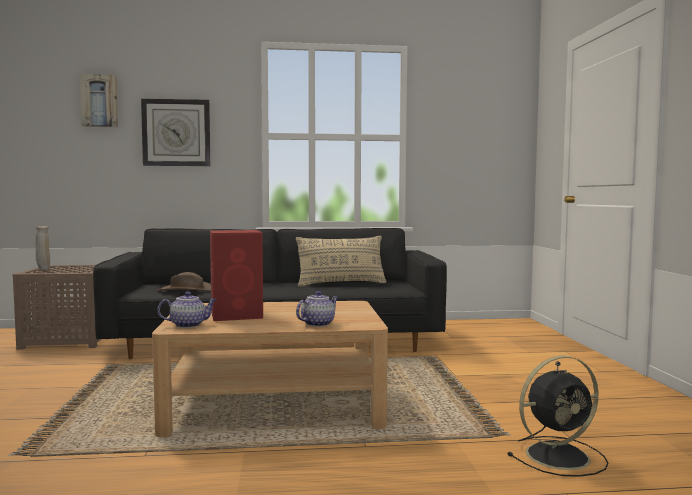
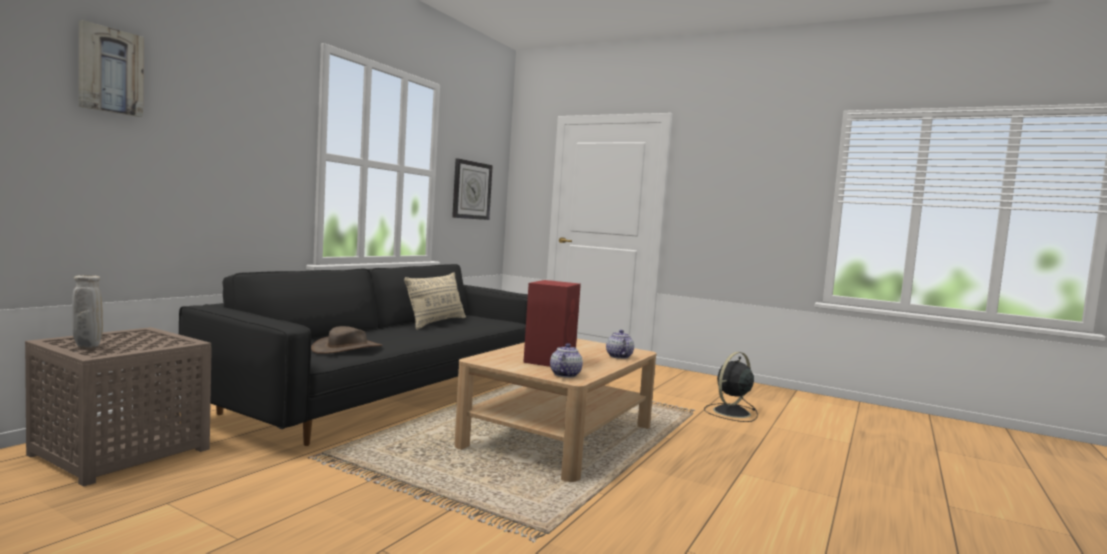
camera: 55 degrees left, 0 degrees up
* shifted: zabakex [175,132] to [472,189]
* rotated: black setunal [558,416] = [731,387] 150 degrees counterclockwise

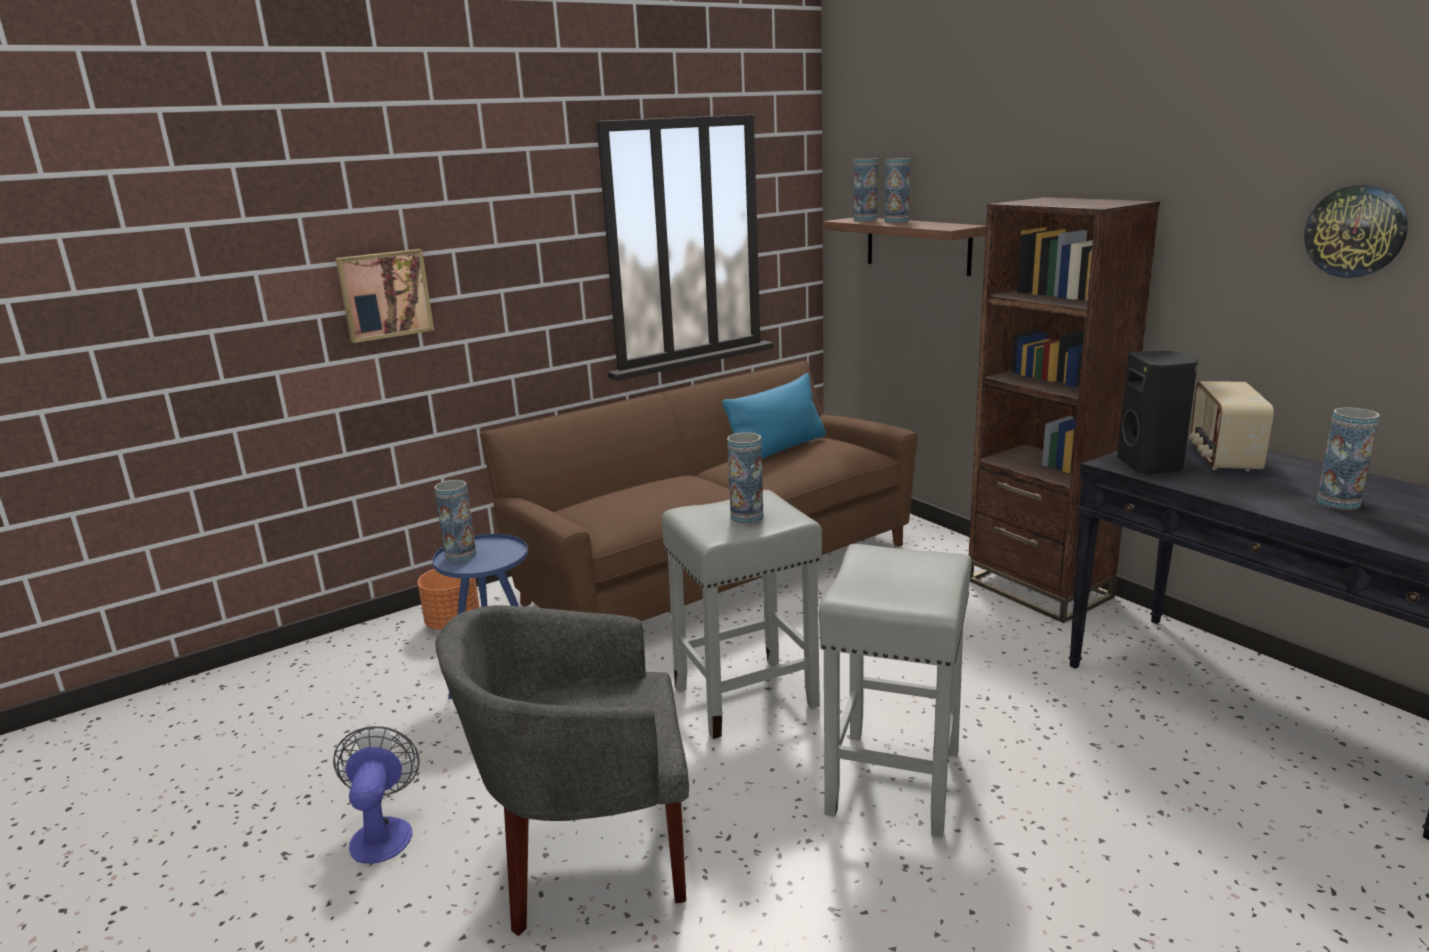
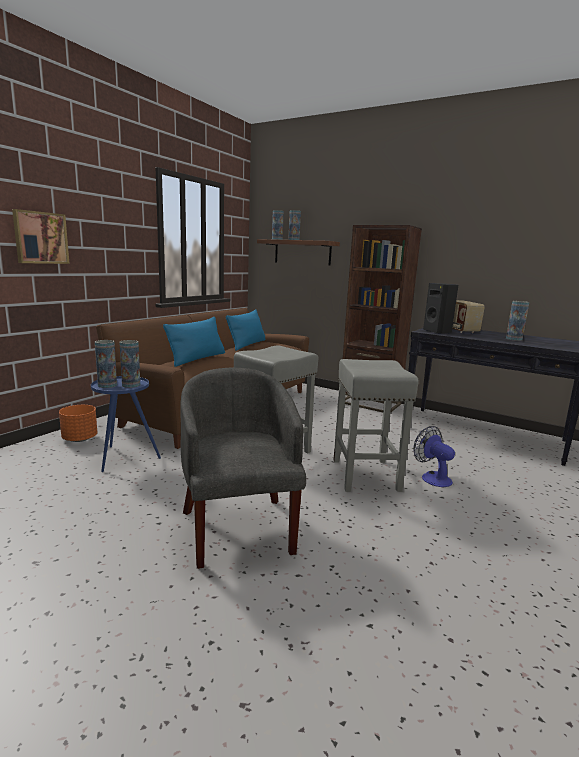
camera: 25 degrees left, 5 degrees down
* gone: zabakex [1356,231]
* new: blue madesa [194,342]
* shifted: setunal [376,795] to [434,456]
* shifted: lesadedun [745,477] to [129,364]
* rotated: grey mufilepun [562,770] = [243,468] 105 degrees clockwise

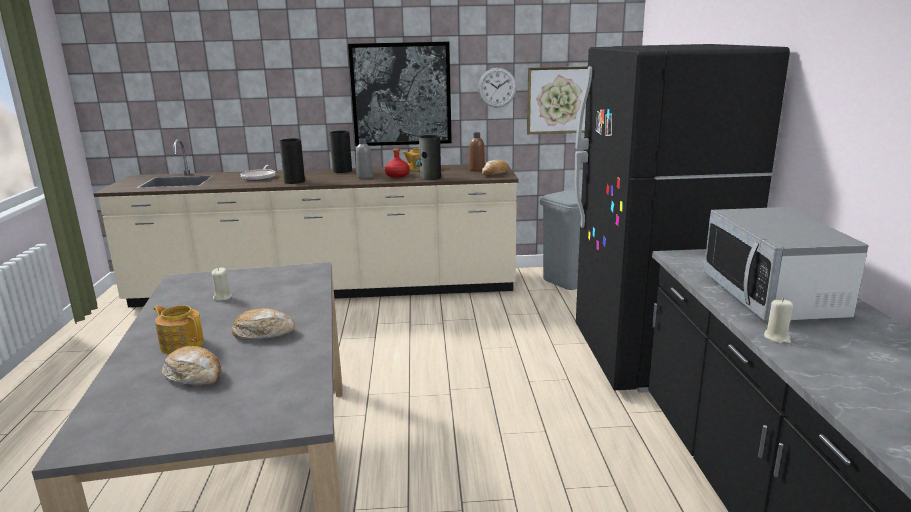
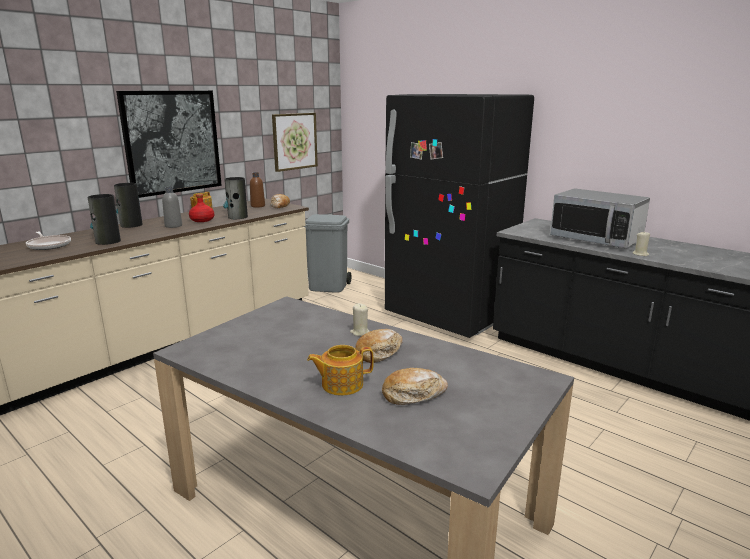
camera: 45 degrees left, 0 degrees up
* gone: zabakex [497,88]
* shifted: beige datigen [222,284] to [360,319]

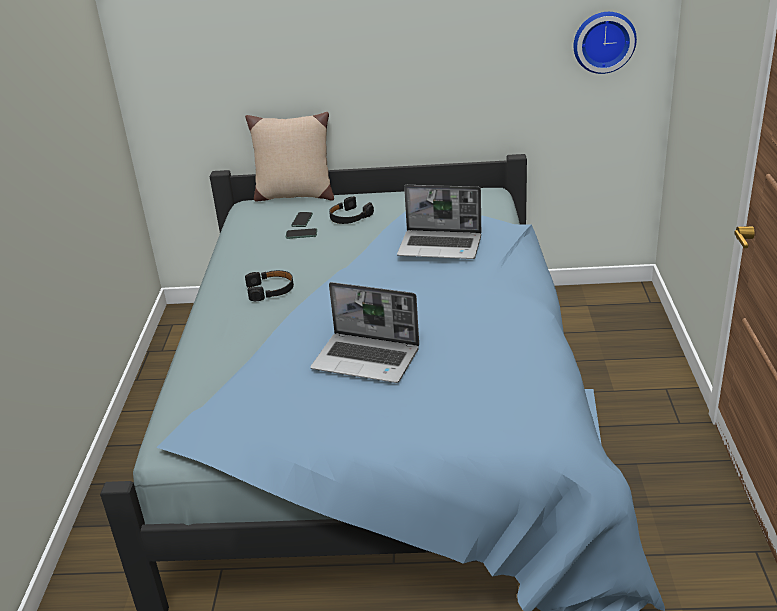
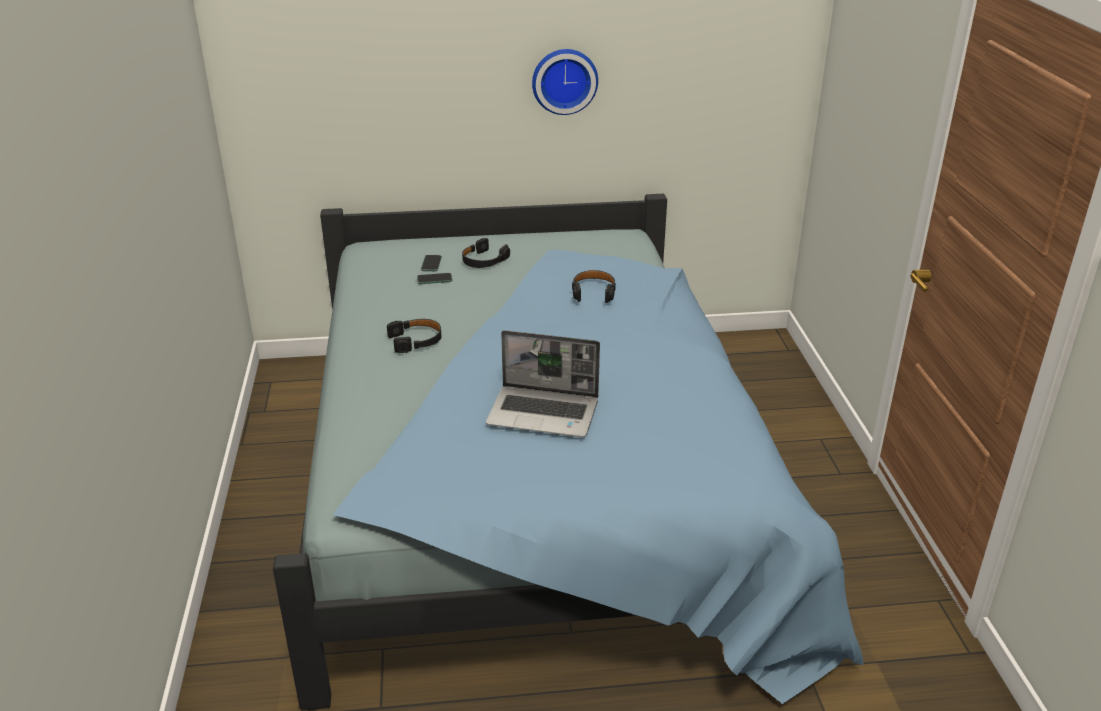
camera: 10 degrees left, 0 degrees up
* gone: beige madesa [289,156]
* shifted: zabakex [605,43] to [565,82]
* swapped: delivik [439,222] to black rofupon [594,286]

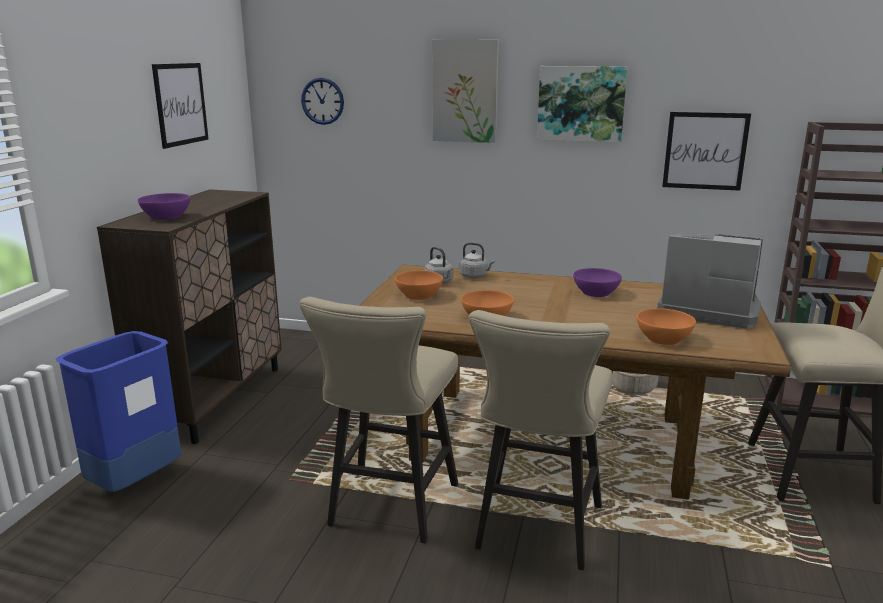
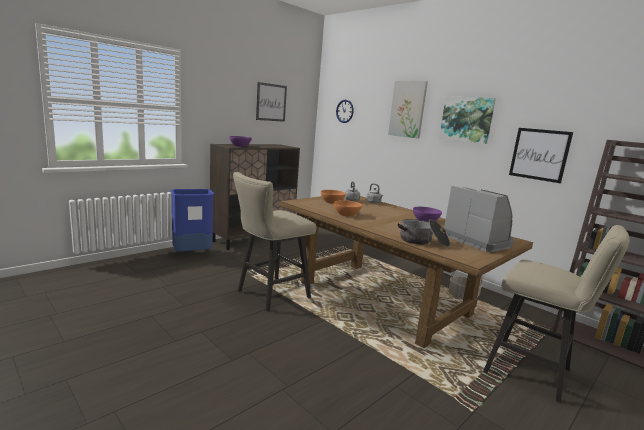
camera: 30 degrees right, 5 degrees down
* gone: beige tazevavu [541,440]
* swapped: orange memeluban [666,326] to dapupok [424,233]

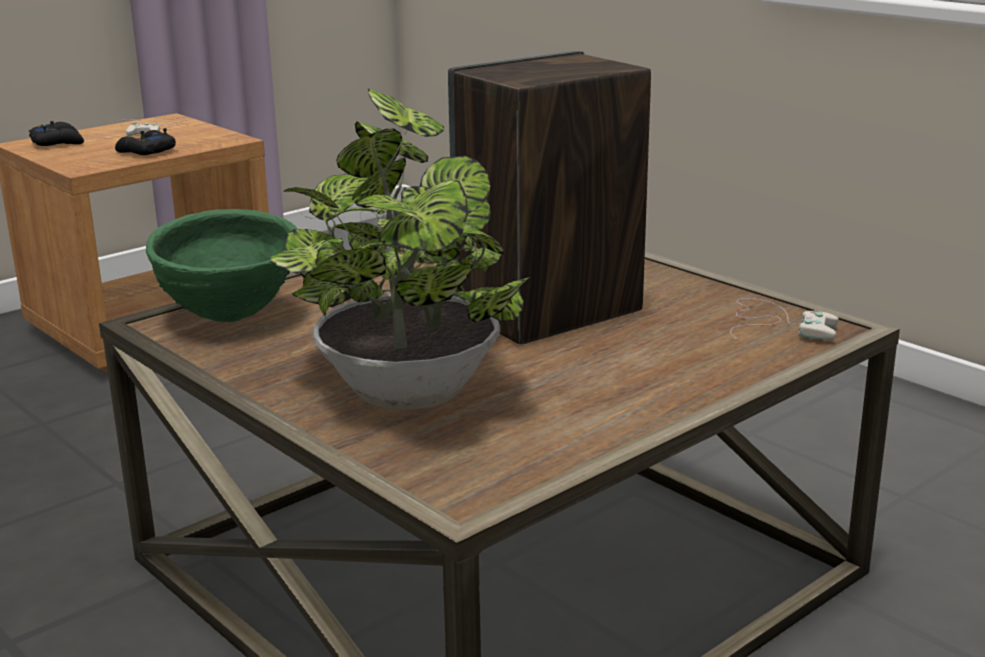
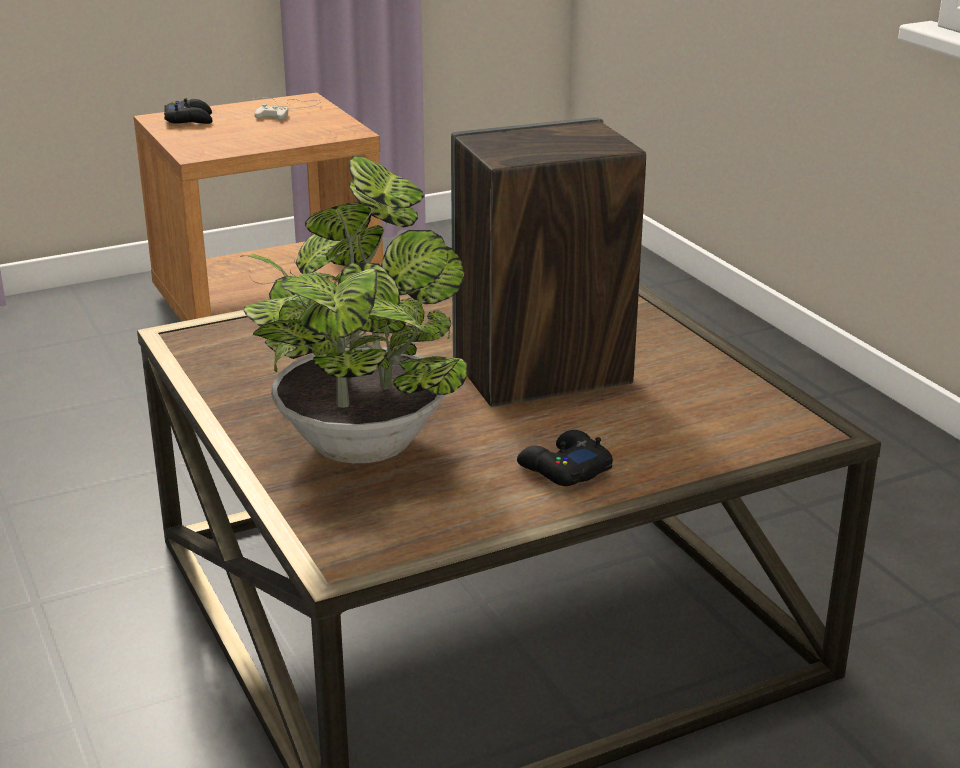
camera: 15 degrees right, 5 degrees up
* gone: green memeluban [221,265]
* gone: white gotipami [784,319]
* shifted: black gotipami [145,141] to [565,458]

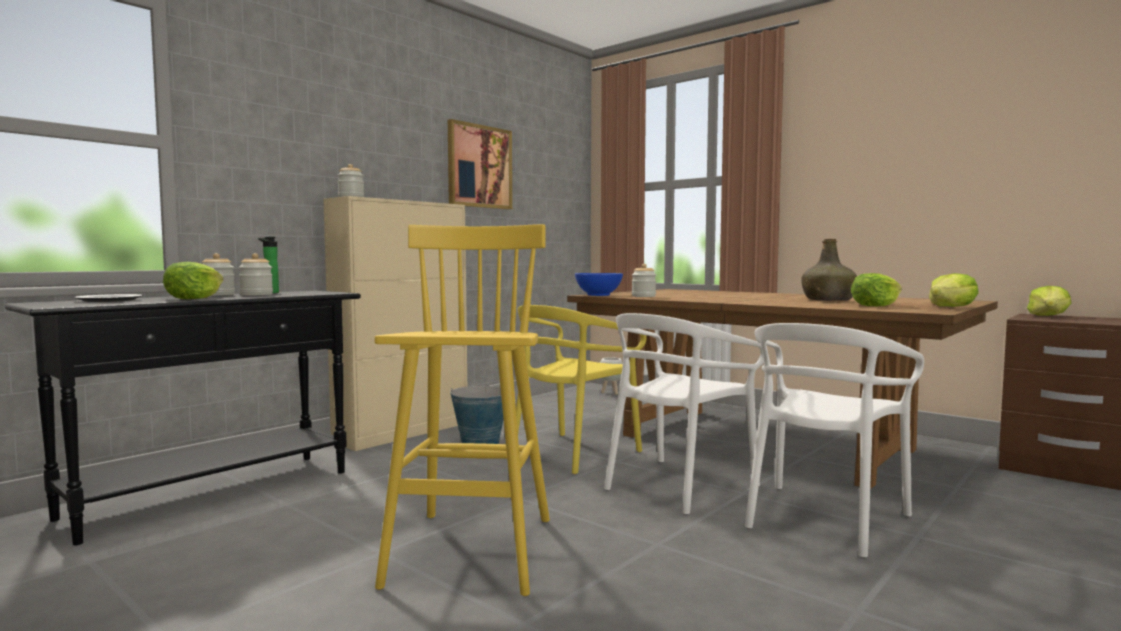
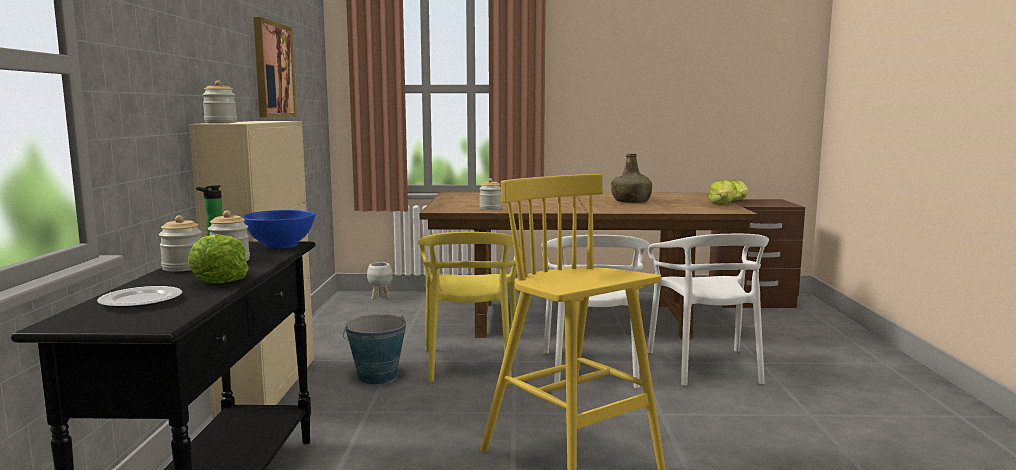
camera: 40 degrees left, 5 degrees up
* gone: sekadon [876,289]
* shifted: blue memeluban [599,284] to [278,229]

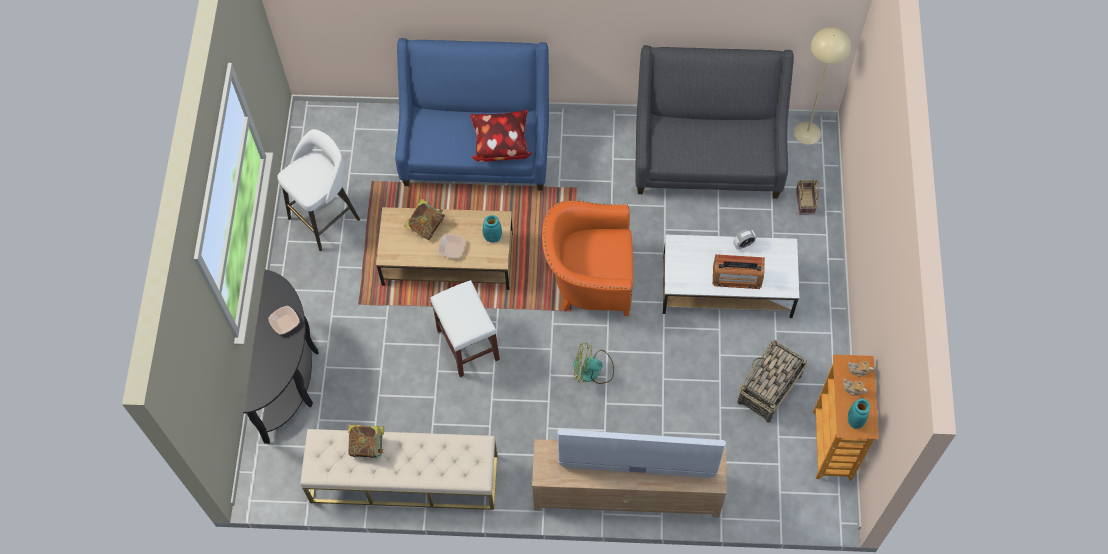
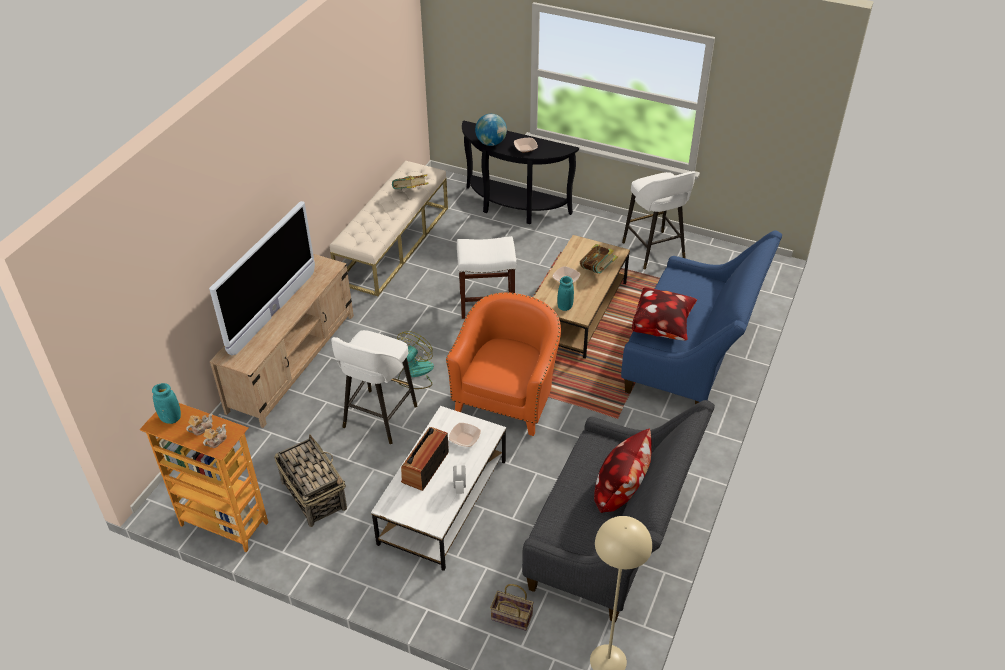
camera: 110 degrees right, 20 degrees down
* new: white tazevavu [374,387]
* new: memeluban [465,435]
* new: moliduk [491,130]
* new: madesa [623,471]

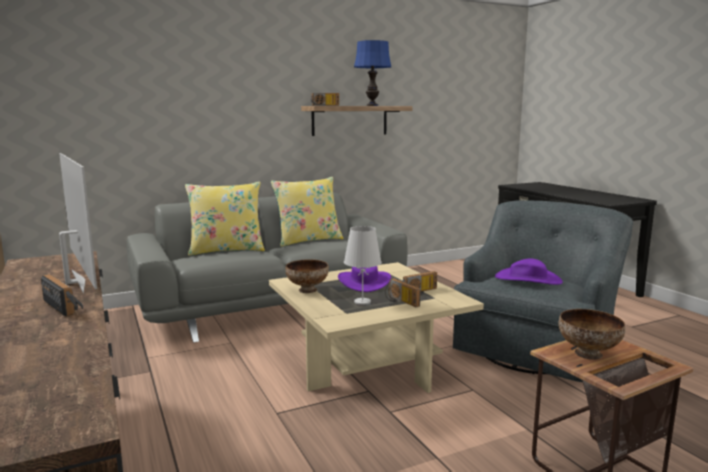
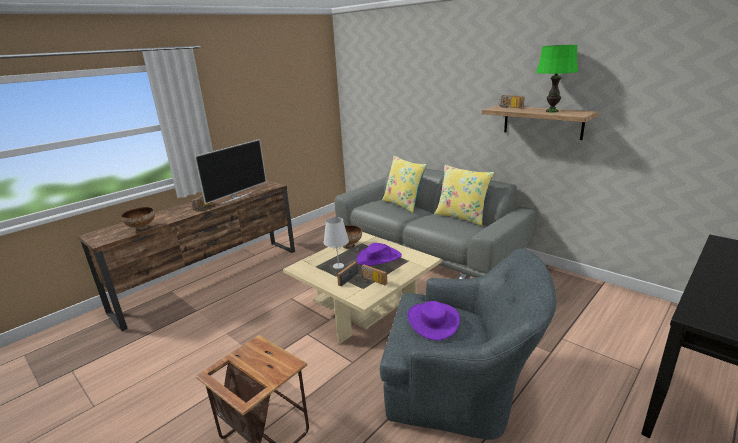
camera: 70 degrees right, 10 degrees up
* shifted: memeluban [591,334] to [138,219]
* repainted: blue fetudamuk [372,73] to green fetudamuk [557,79]

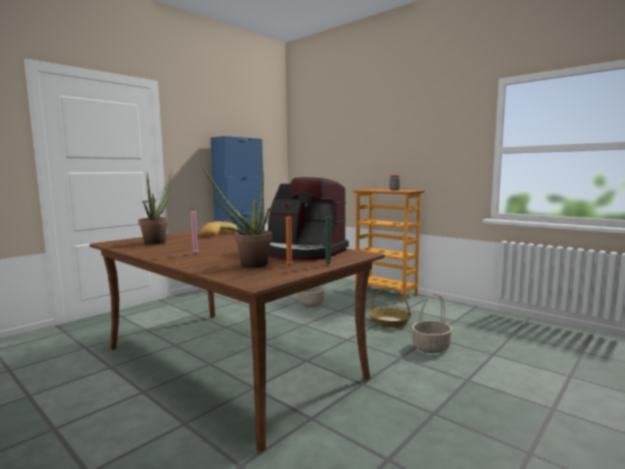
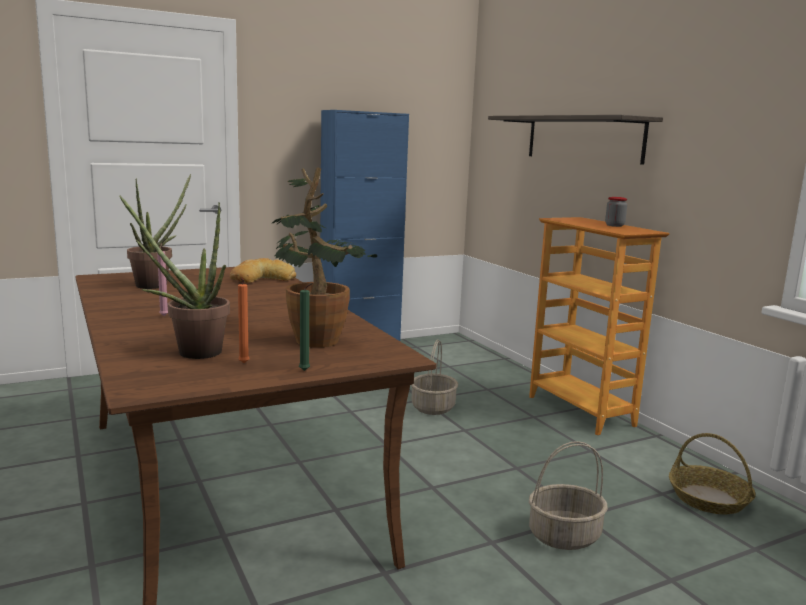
camera: 20 degrees right, 5 degrees up
* new: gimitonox [575,140]
* shifted: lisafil [390,307] to [712,474]
* swapped: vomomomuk [308,218] to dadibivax [324,257]

